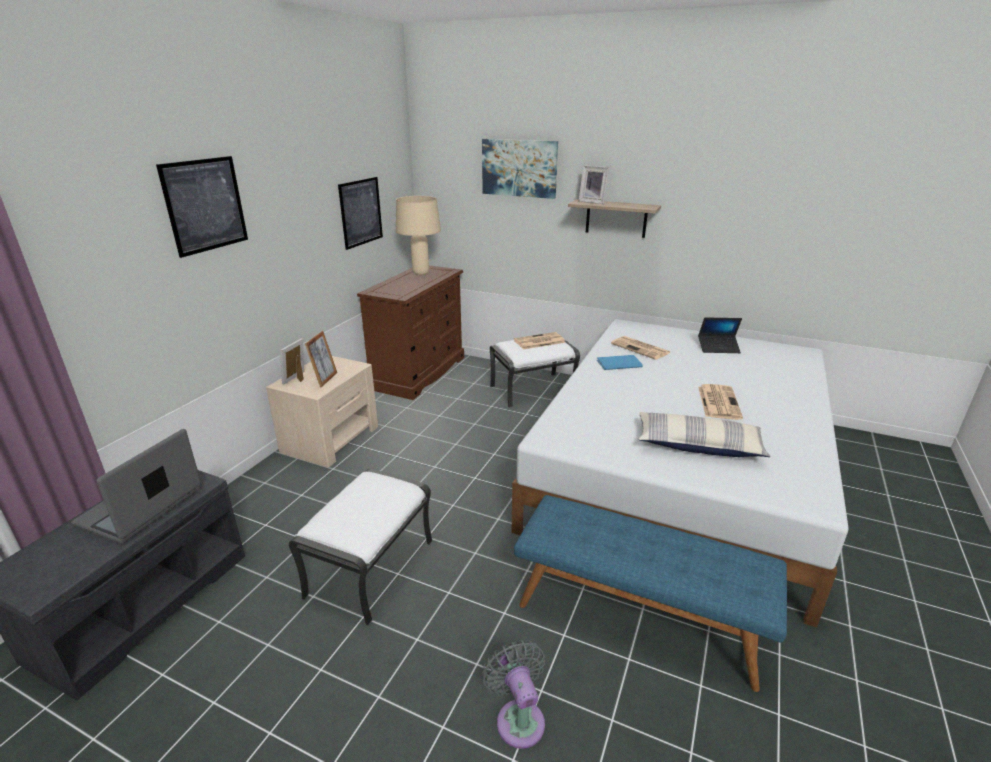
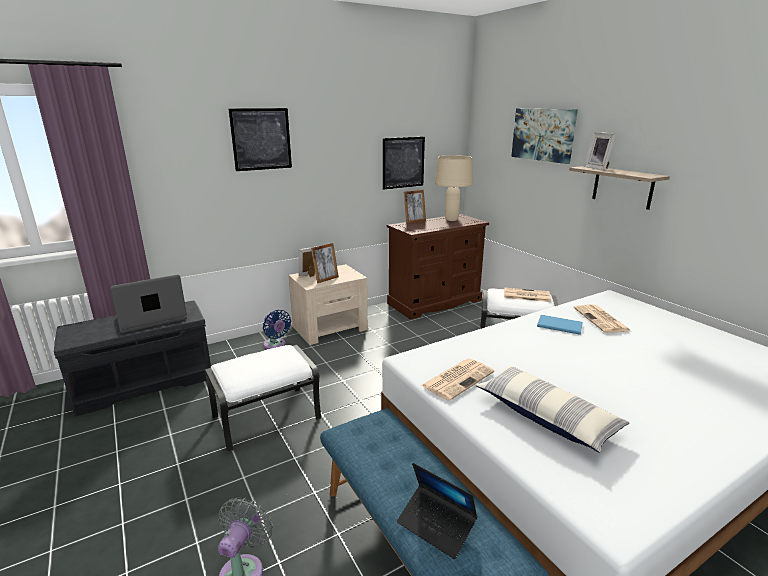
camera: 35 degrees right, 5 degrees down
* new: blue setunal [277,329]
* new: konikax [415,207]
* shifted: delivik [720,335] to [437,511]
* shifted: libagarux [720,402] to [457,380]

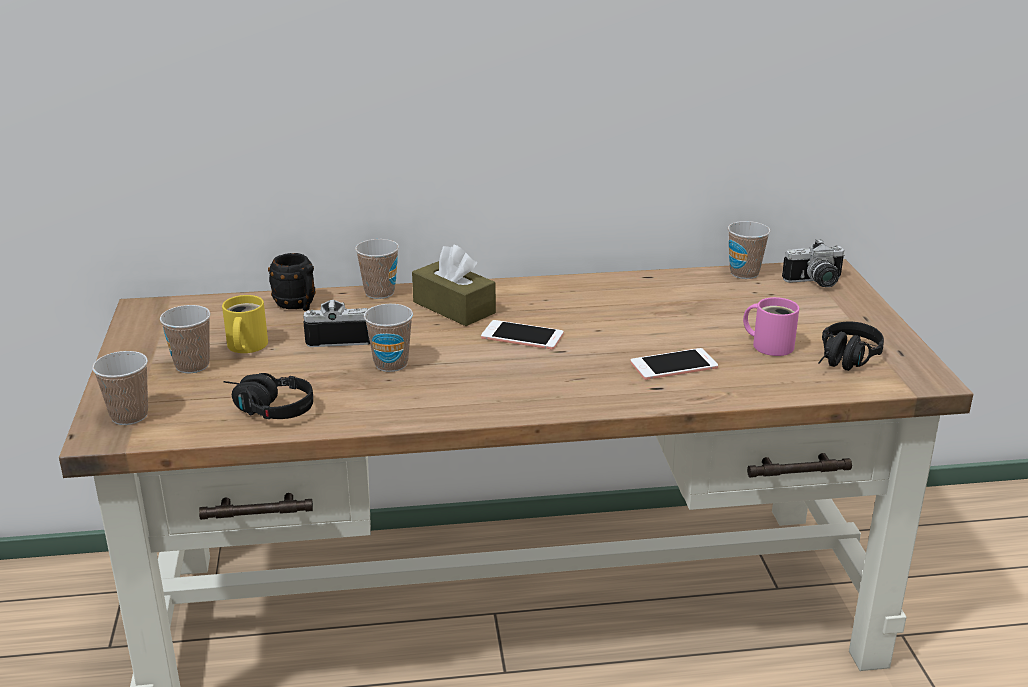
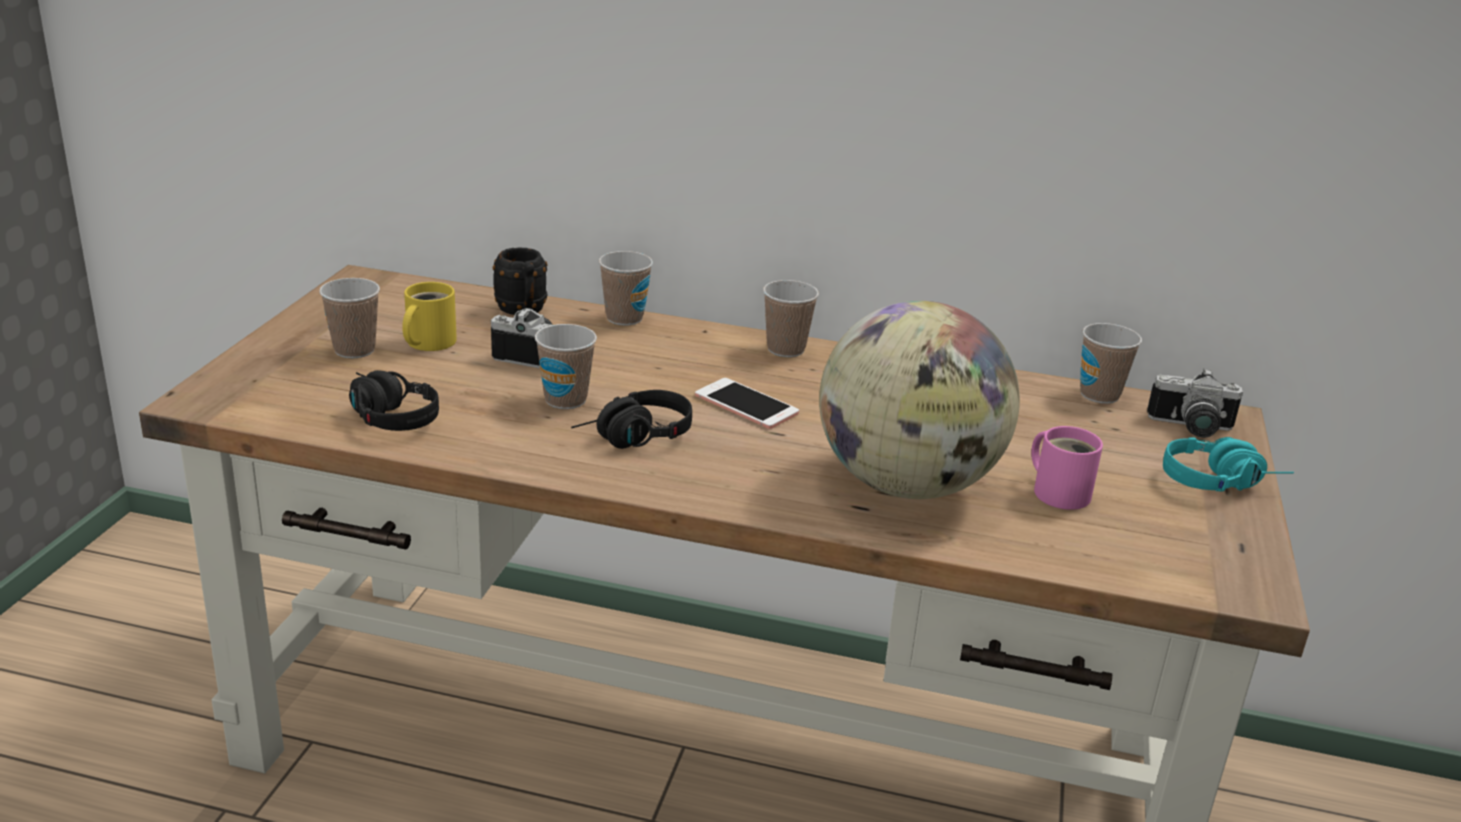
camera: 20 degrees right, 0 degrees up
* gone: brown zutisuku [454,285]
* new: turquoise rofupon [1228,464]
* shifted: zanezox [120,388] to [791,318]
* shifted: black rofupon [851,346] to [631,419]
* swapped: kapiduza [674,364] to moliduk [919,400]

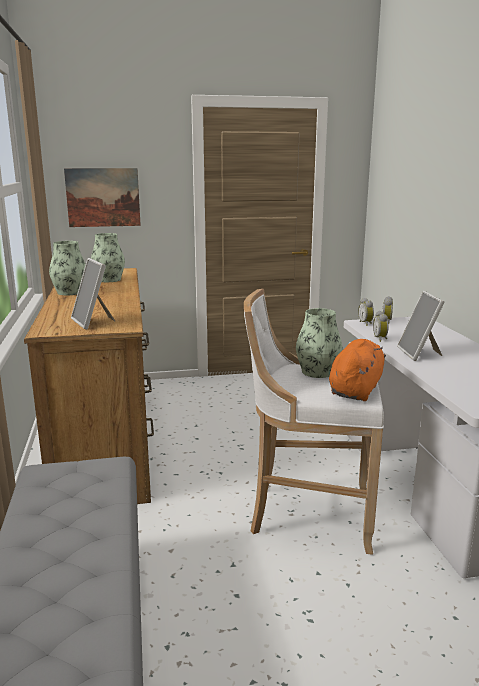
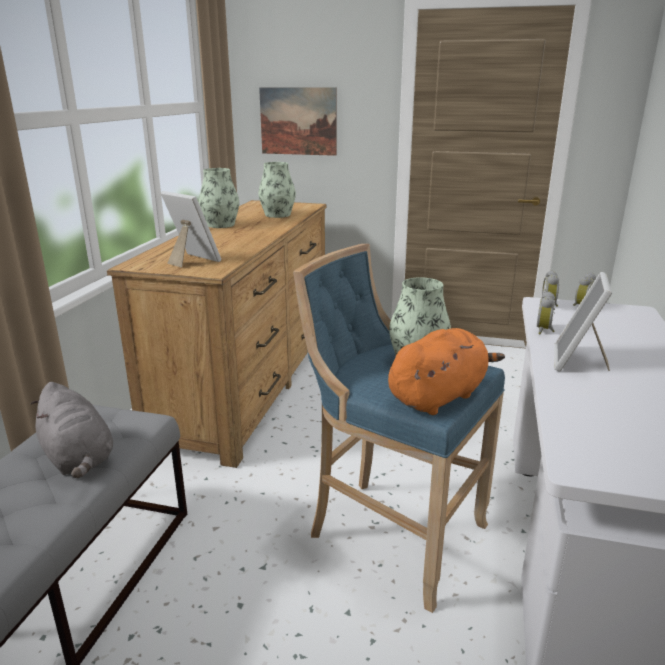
camera: 25 degrees right, 5 degrees up
* new: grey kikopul [72,430]
* repainted: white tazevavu [314,422] to blue tazevavu [399,428]
* rotated: konikax [93,293] = [191,229] 135 degrees clockwise

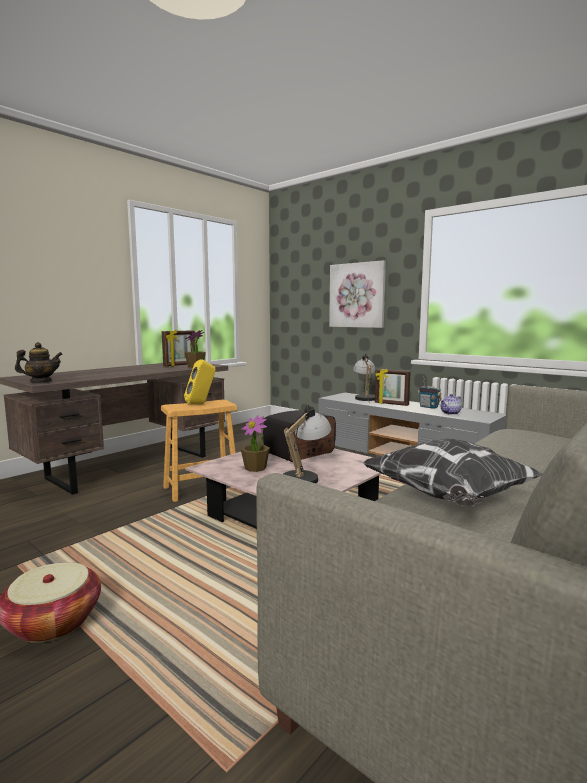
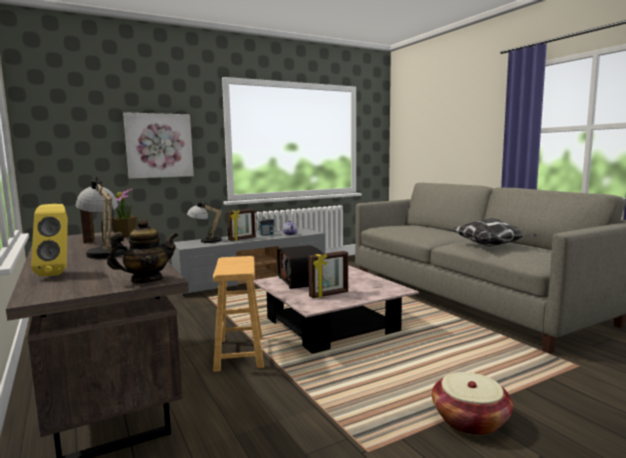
camera: 70 degrees left, 0 degrees up
* shifted: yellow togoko [199,382] to [49,240]
* shifted: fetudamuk [307,444] to [102,218]
* swapped: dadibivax [255,443] to konikax [328,274]
* rotated: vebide [39,362] = [143,251] 60 degrees clockwise

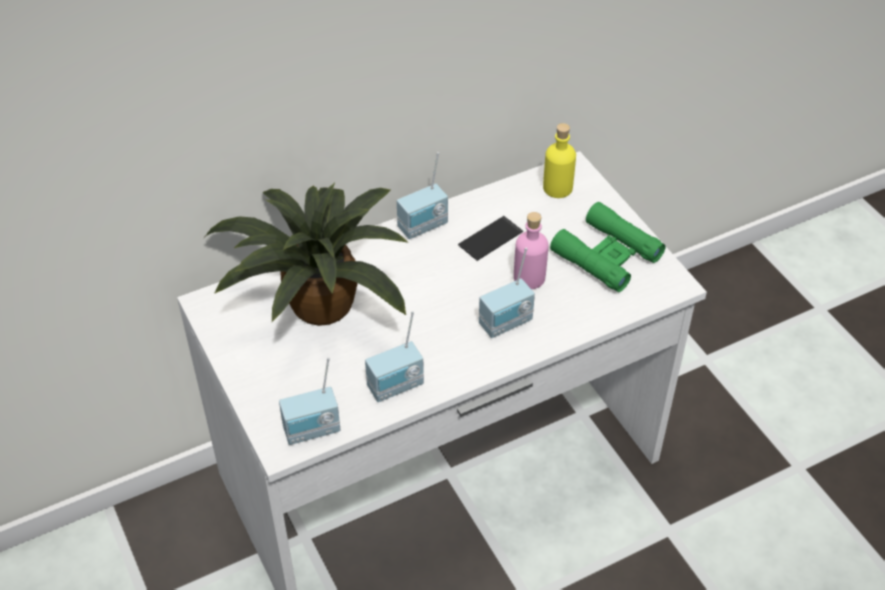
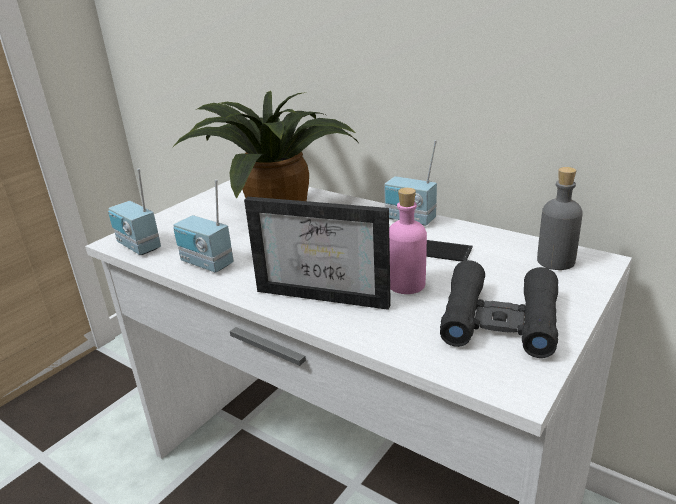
camera: 65 degrees right, 20 degrees down
* swapped: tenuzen [507,293] to konikax [317,253]
* repainted: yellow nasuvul [559,160] to grey nasuvul [560,218]
* repainted: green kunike [608,247] to black kunike [499,309]

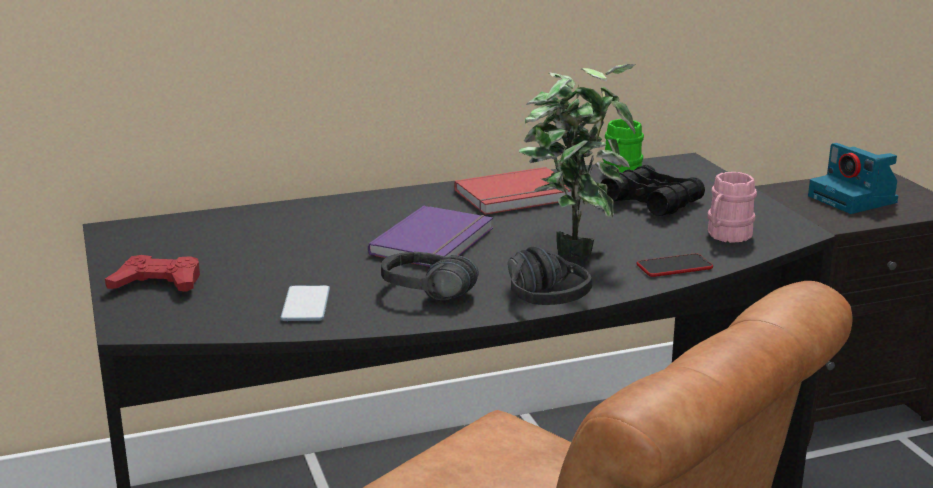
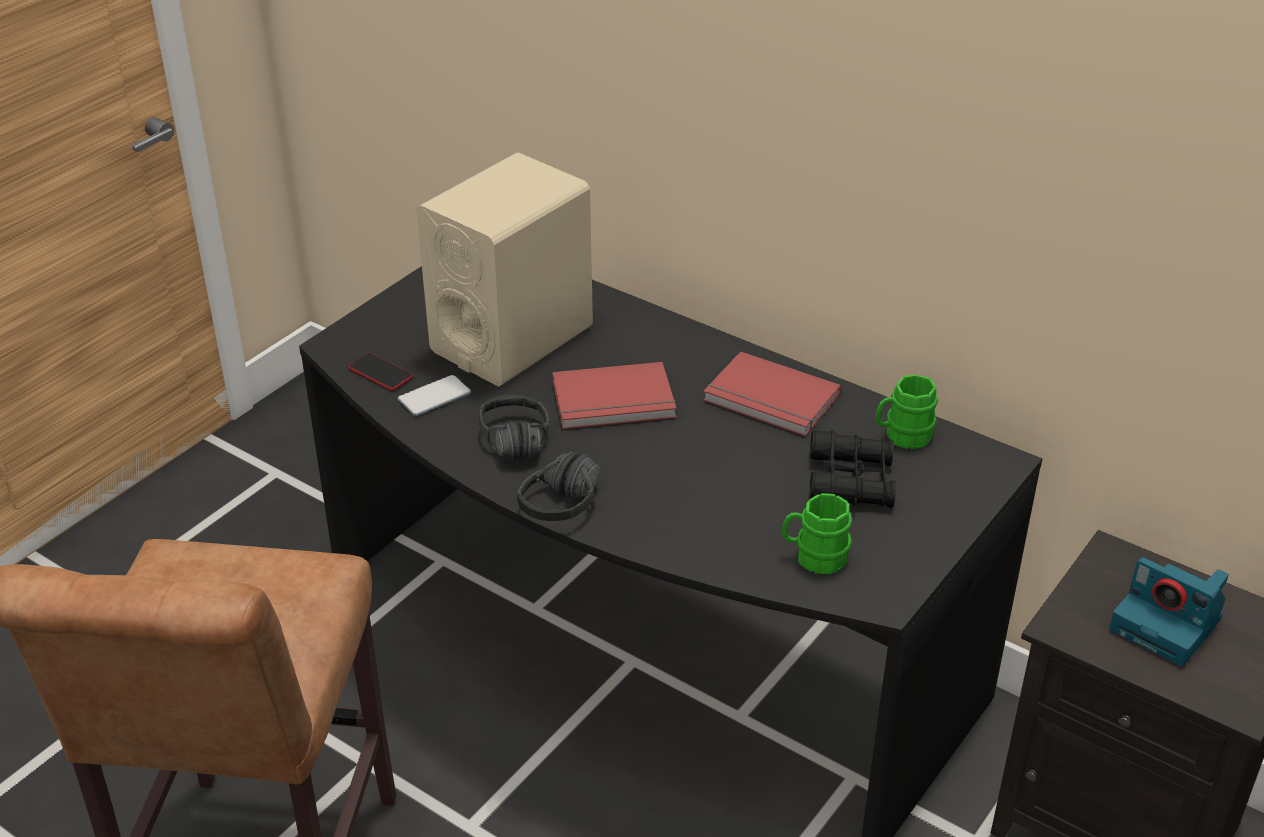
camera: 55 degrees right, 15 degrees up
* gone: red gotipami [152,273]
* gone: dadibivax [577,160]
* new: beige togoko [504,269]
* shifted: kapiduza [675,265] to [380,372]
* repainted: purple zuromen [430,236] to red zuromen [614,395]
* repainted: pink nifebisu [732,207] to green nifebisu [817,533]
* rotated: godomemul [853,178] = [1169,611] 75 degrees counterclockwise

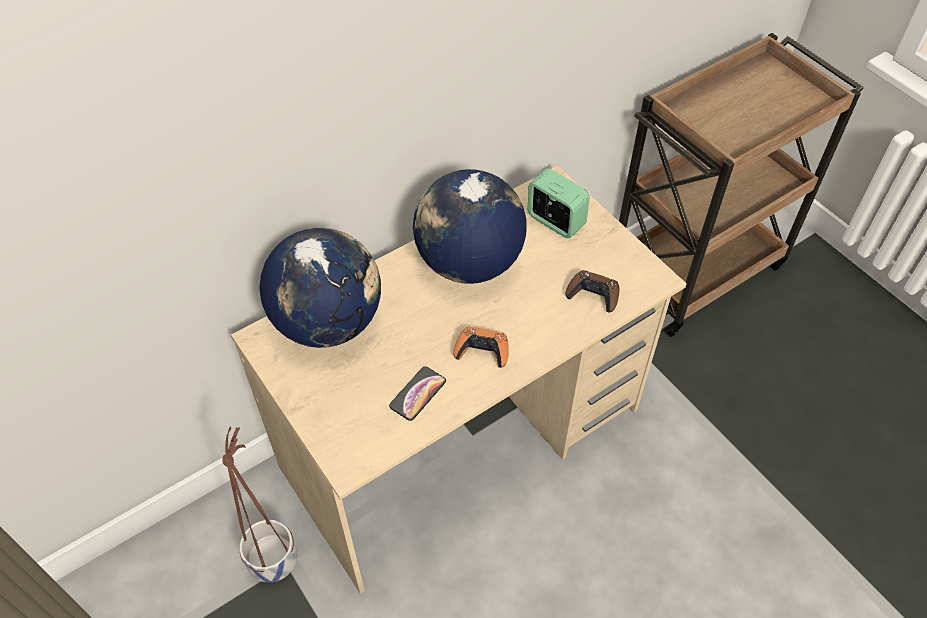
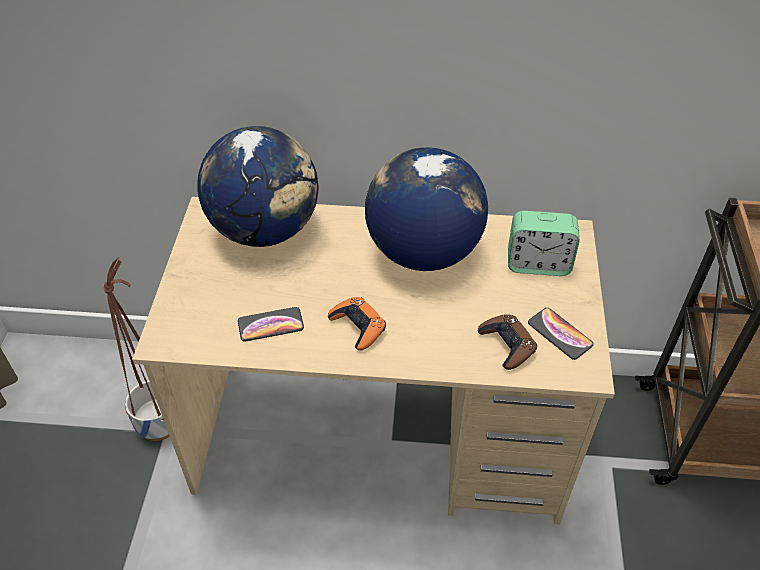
camera: 40 degrees right, 5 degrees down
* new: kapiduza [561,334]
* rotated: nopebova [559,203] = [544,243] 105 degrees clockwise

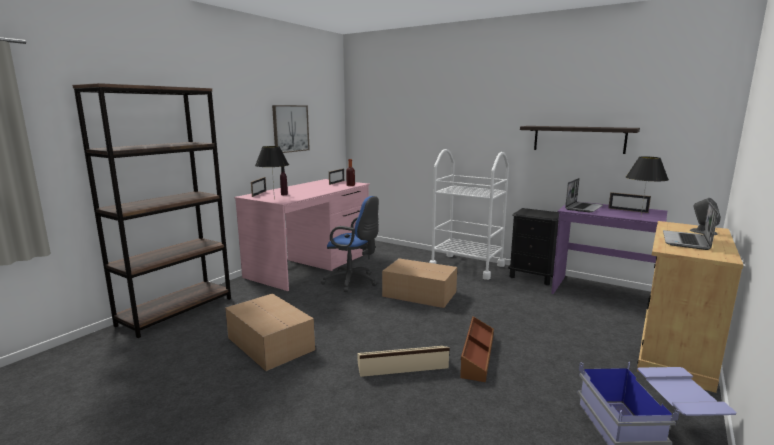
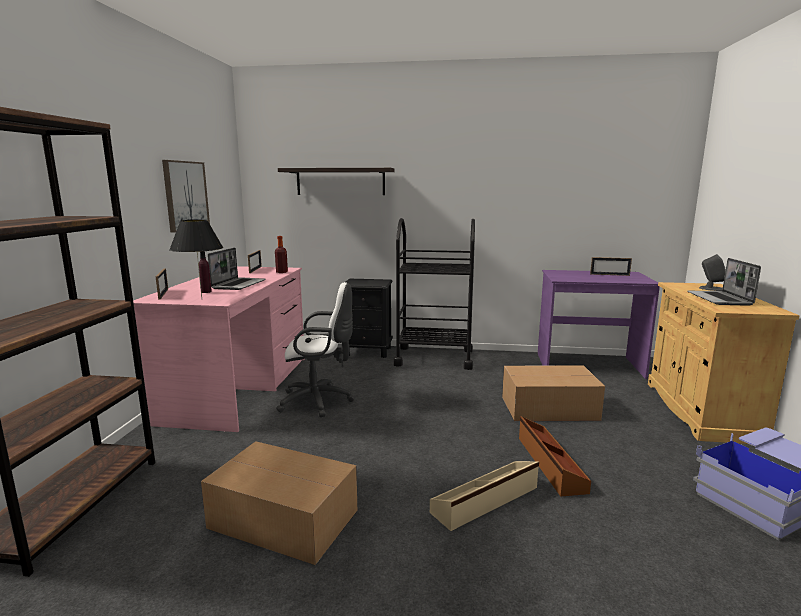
camera: 25 degrees left, 0 degrees up
* gone: black fetudamuk [647,186]
* shifted: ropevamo [419,283] to [553,393]
* shifted: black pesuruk [533,246] to [369,318]
* shifted: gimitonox [580,140] to [336,181]
* shifted: delivik [584,195] to [237,269]
* repainted: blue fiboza [350,244] to white fiboza [315,349]
* repainted: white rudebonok [469,214] to black rudebonok [434,294]

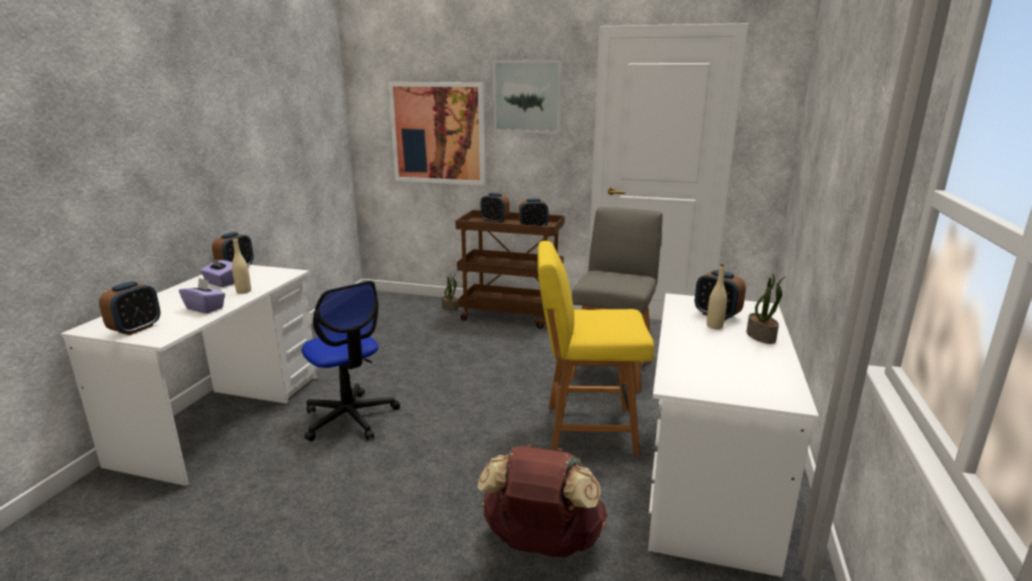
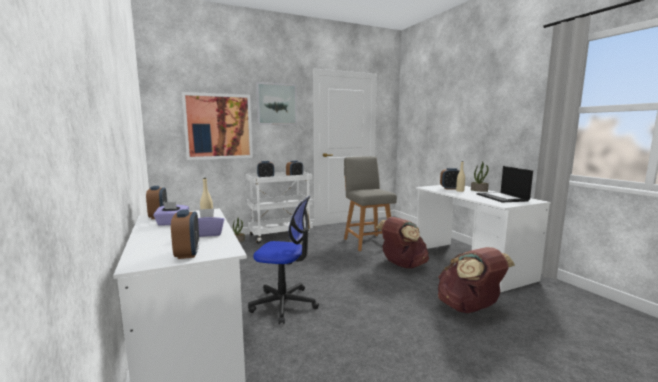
camera: 40 degrees left, 10 degrees down
* new: delivik [504,184]
* swapped: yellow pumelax [595,348] to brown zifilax [402,242]
* repainted: brown rudebonok [510,269] to white rudebonok [279,207]

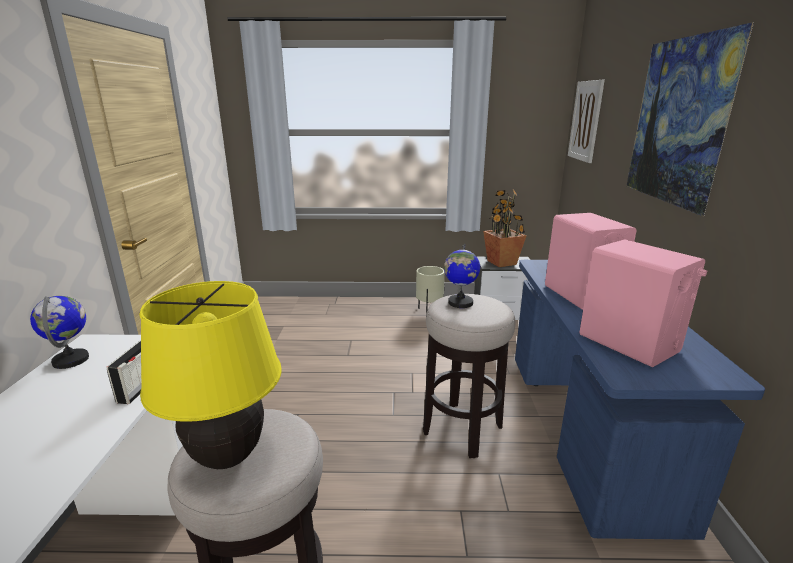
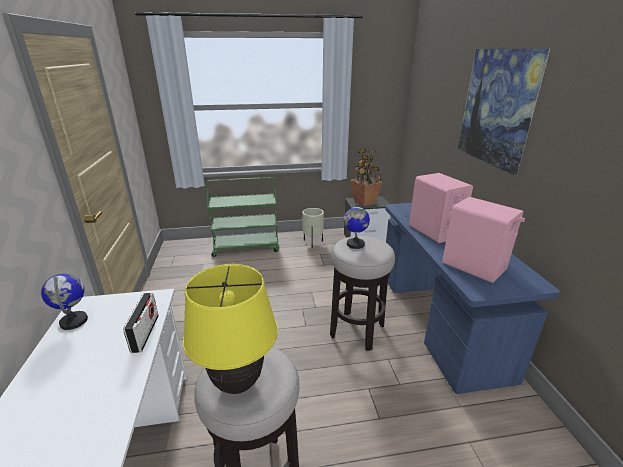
camera: 10 degrees left, 5 degrees up
* gone: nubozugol [586,121]
* new: green rudebonok [242,217]

